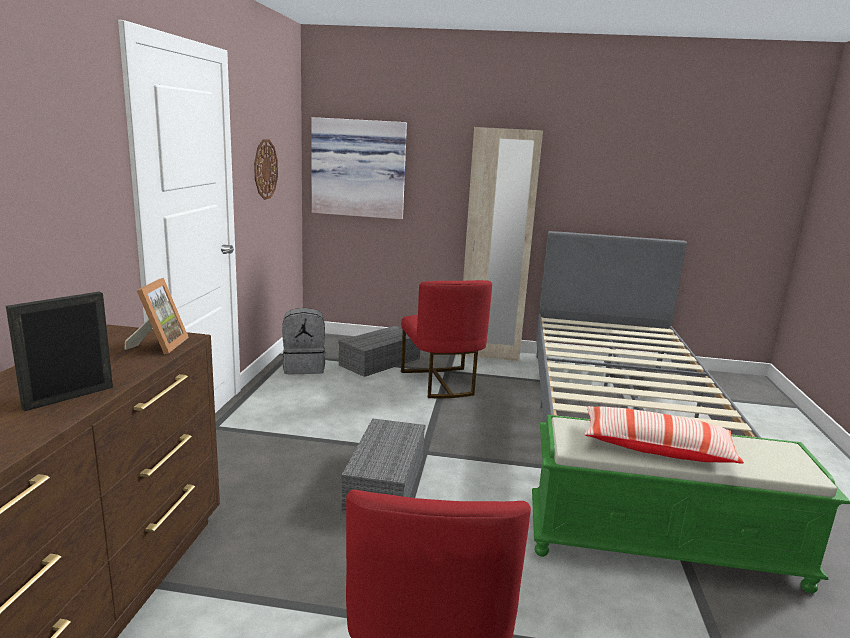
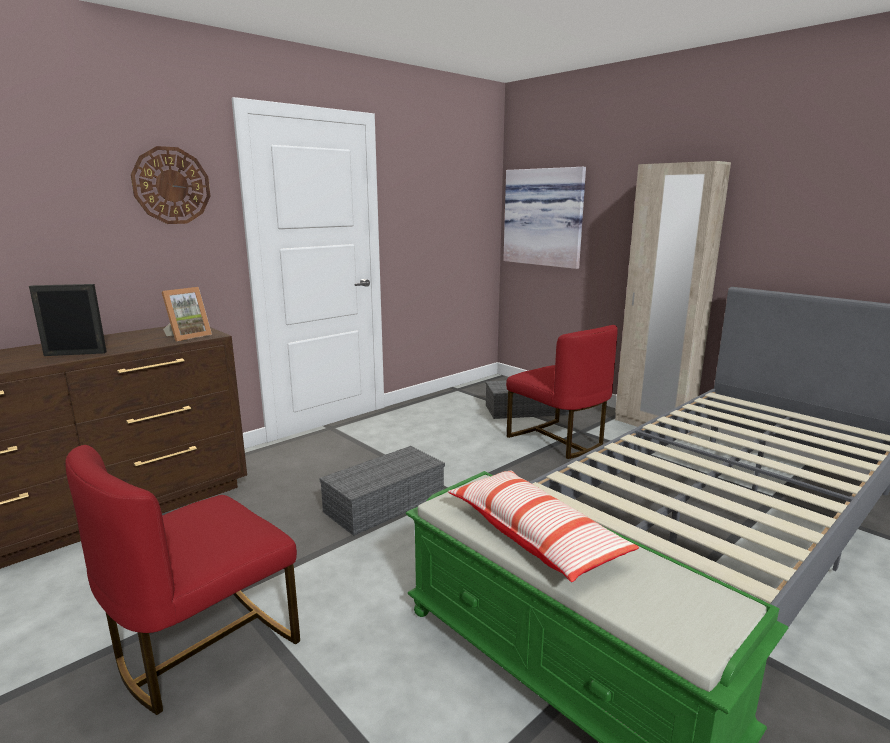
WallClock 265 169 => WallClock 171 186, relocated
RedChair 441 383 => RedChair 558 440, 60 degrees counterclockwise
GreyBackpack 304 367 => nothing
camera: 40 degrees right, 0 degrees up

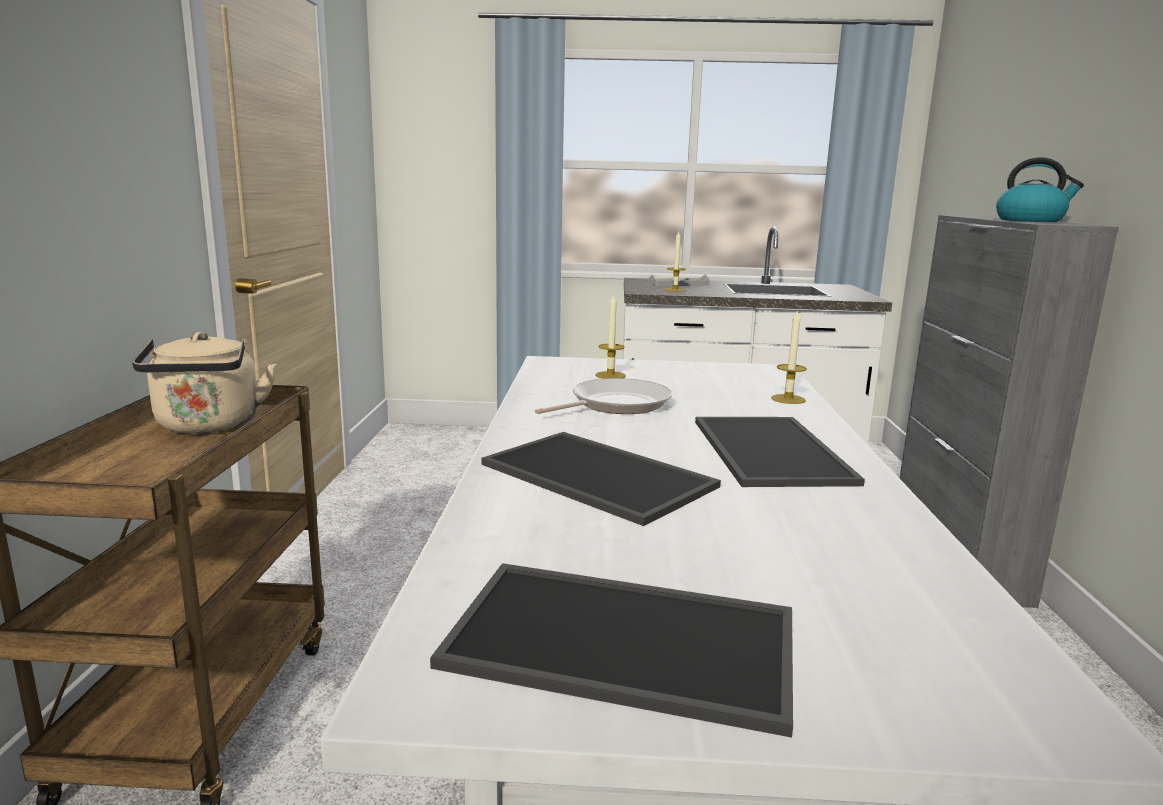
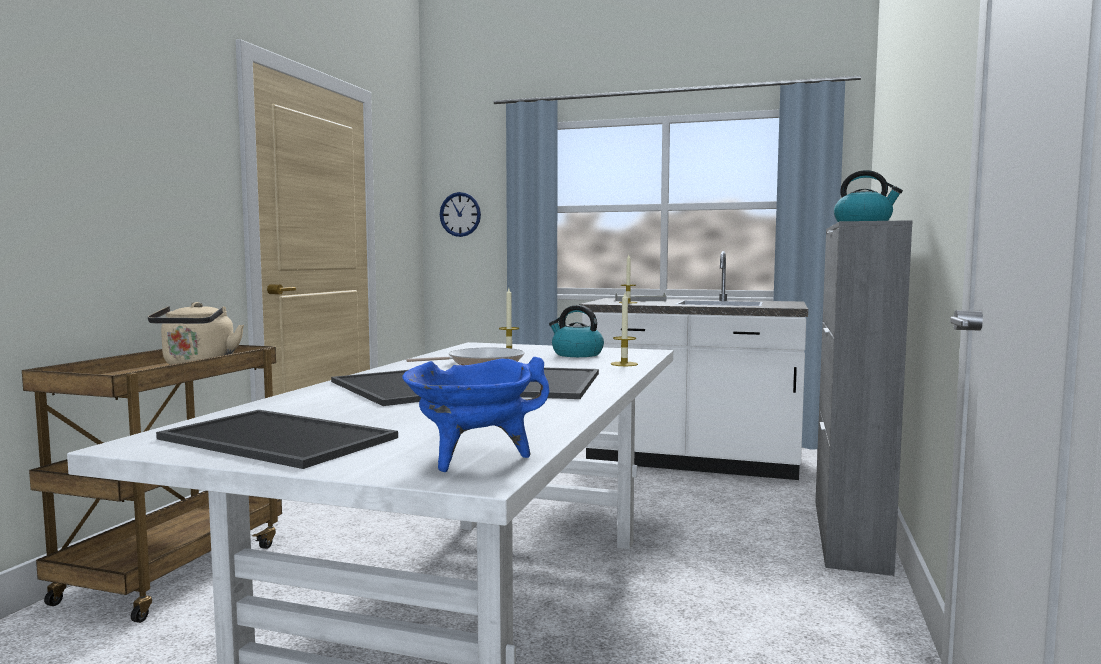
nothing => WallClock 460 214
nothing => Kettle 576 354
nothing => BlueCookingPot 473 459
camera: 15 degrees right, 10 degrees down

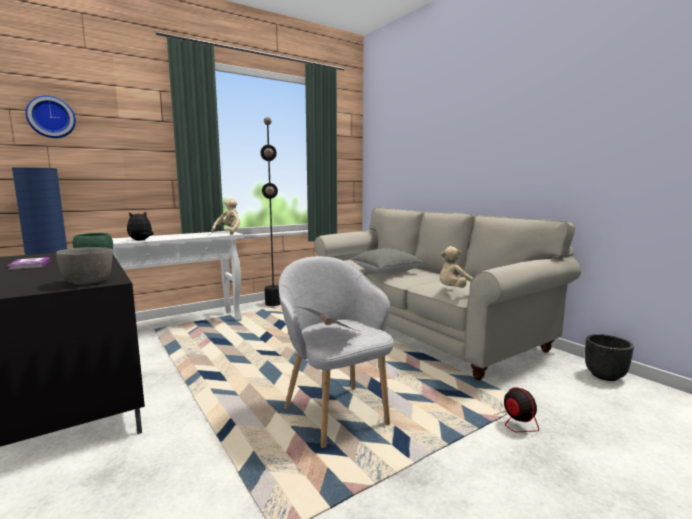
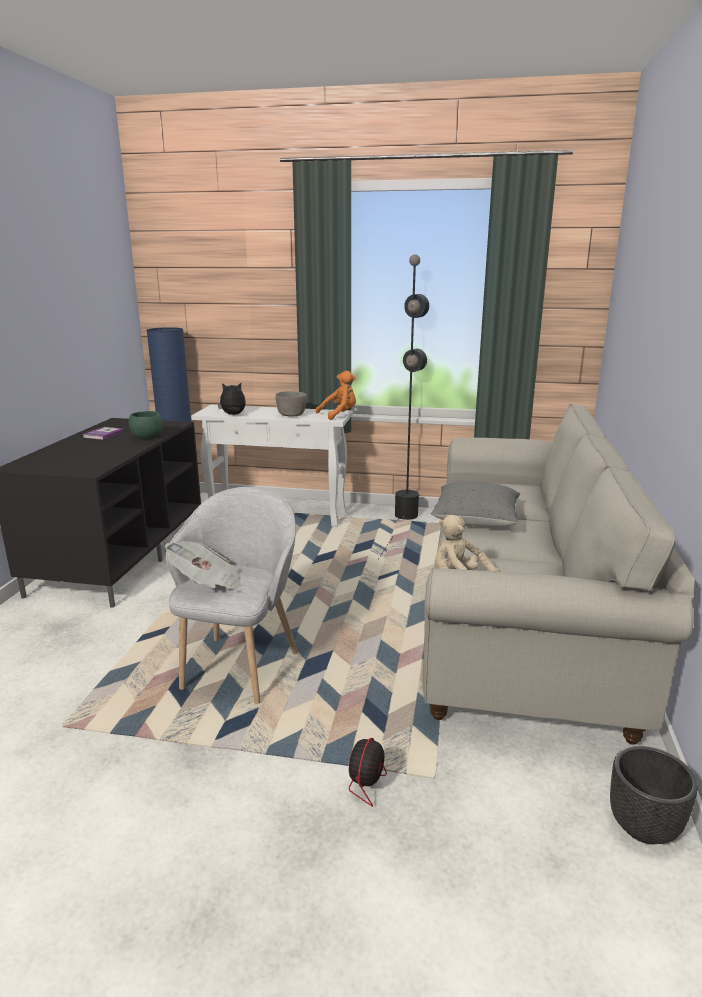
WallClock 51 117 => nothing
BeigePlushToy 229 232 => OrangePlushToy 339 415
GreyBowl 89 282 => GreyBowl 292 415, relocated
camera: 45 degrees right, 10 degrees up

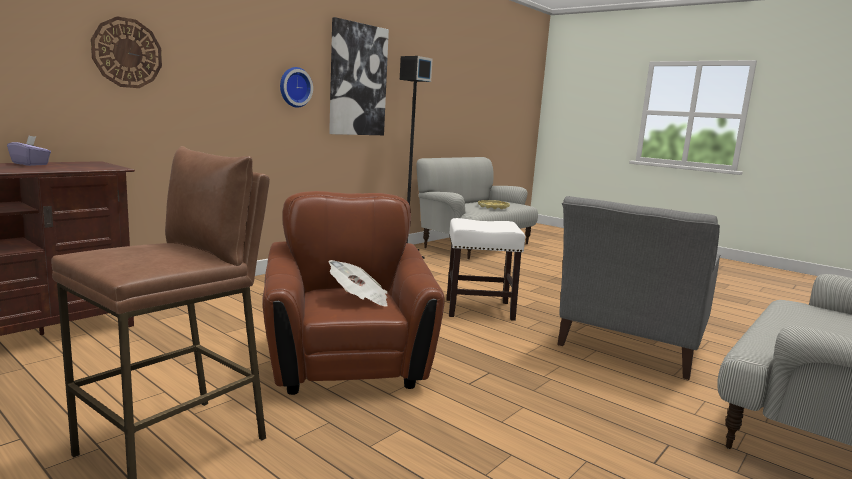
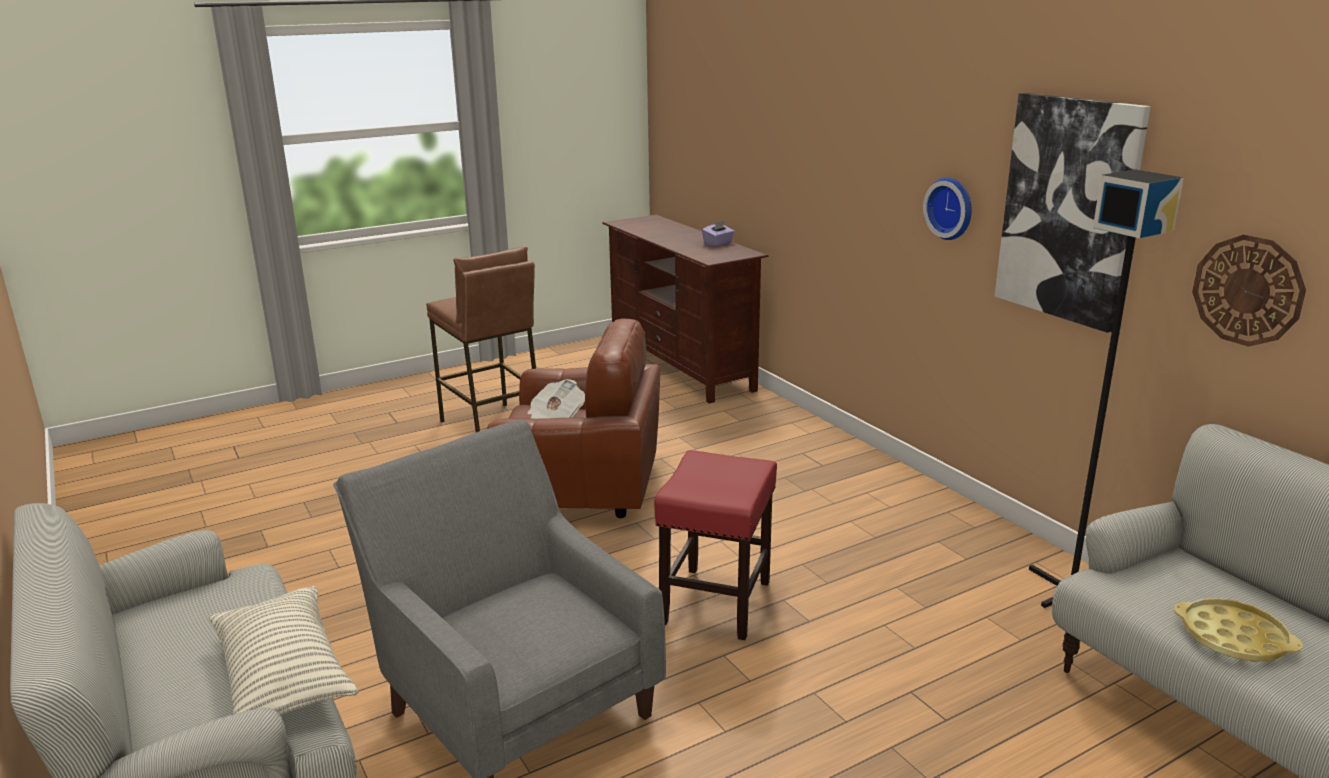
WallClock 127 53 => WallClock 1247 290, relocated
WhiteStool 478 309 => RedStool 716 601
nothing => Pillow 283 676
camera: 110 degrees right, 10 degrees up

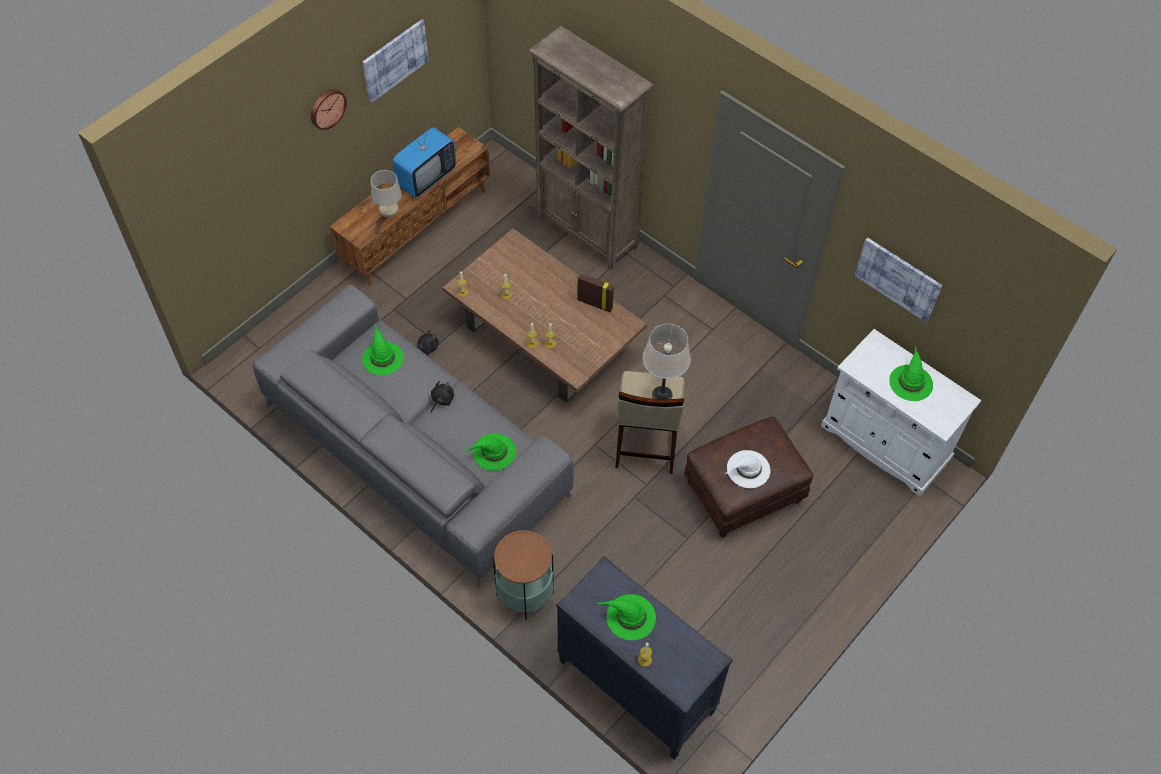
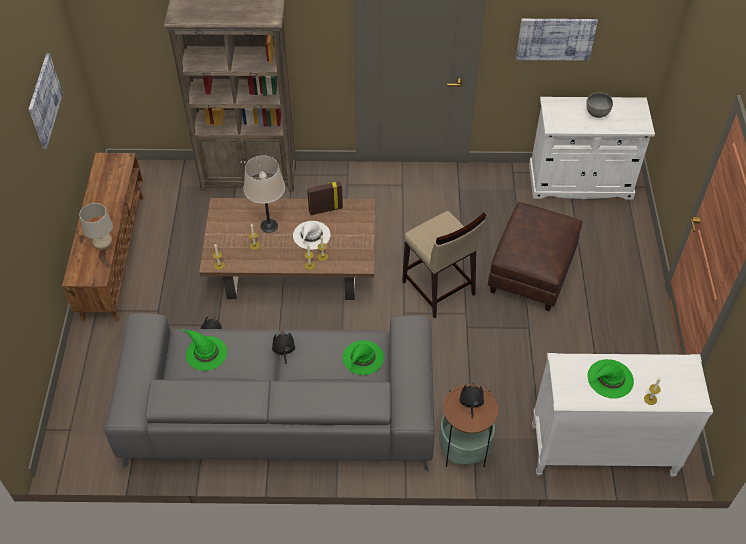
WallClock 327 108 => nothing
Television 426 178 => nothing
BeigeTableLamp 662 394 => BeigeTableLamp 269 225, relocated
GreenHat 910 382 => GreyBowl 597 113
WhiteHat 748 469 => WhiteHat 311 235, relocated
BlackDresser 635 687 => WhiteDresser 601 451
nothing => BlackPlushToy 471 403
camera: 40 degrees left, 5 degrees down

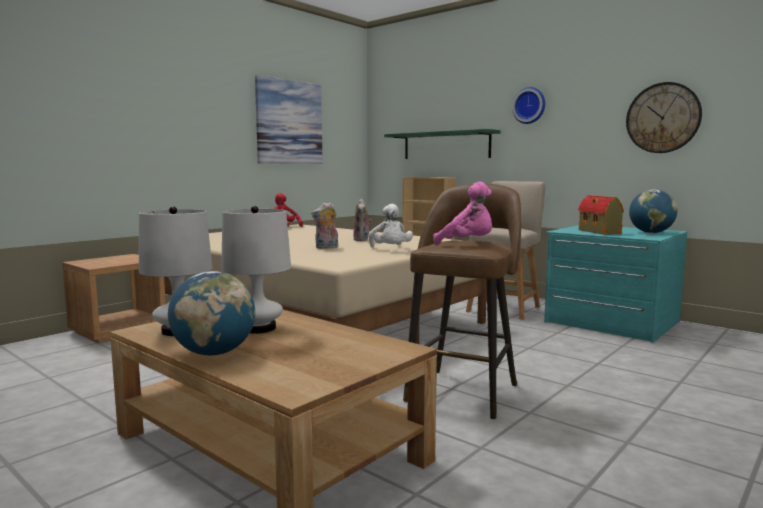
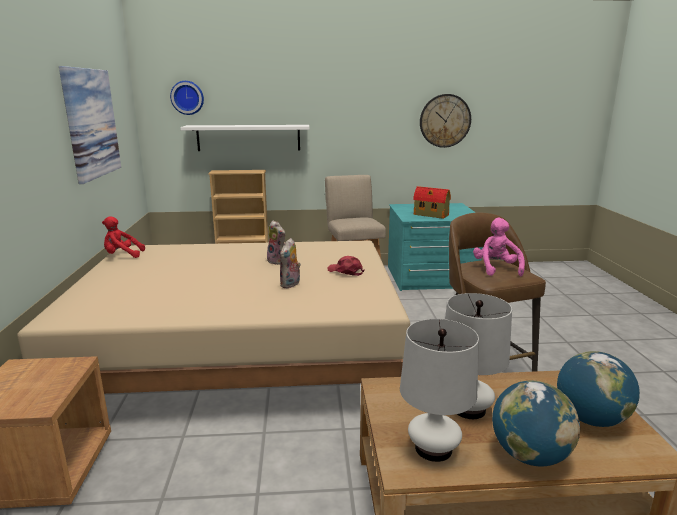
WallClock 530 105 => WallClock 187 97, relocated
GreenShelf 446 145 => WhiteShelf 248 138
PinkPlushToy 467 244 => PinkPlushToy 496 269, 75 degrees counterclockwise
Globe 651 233 => Globe 590 419, relocated
WhitePlushToy 390 249 => RedCap 346 271
camera: 45 degrees left, 10 degrees up

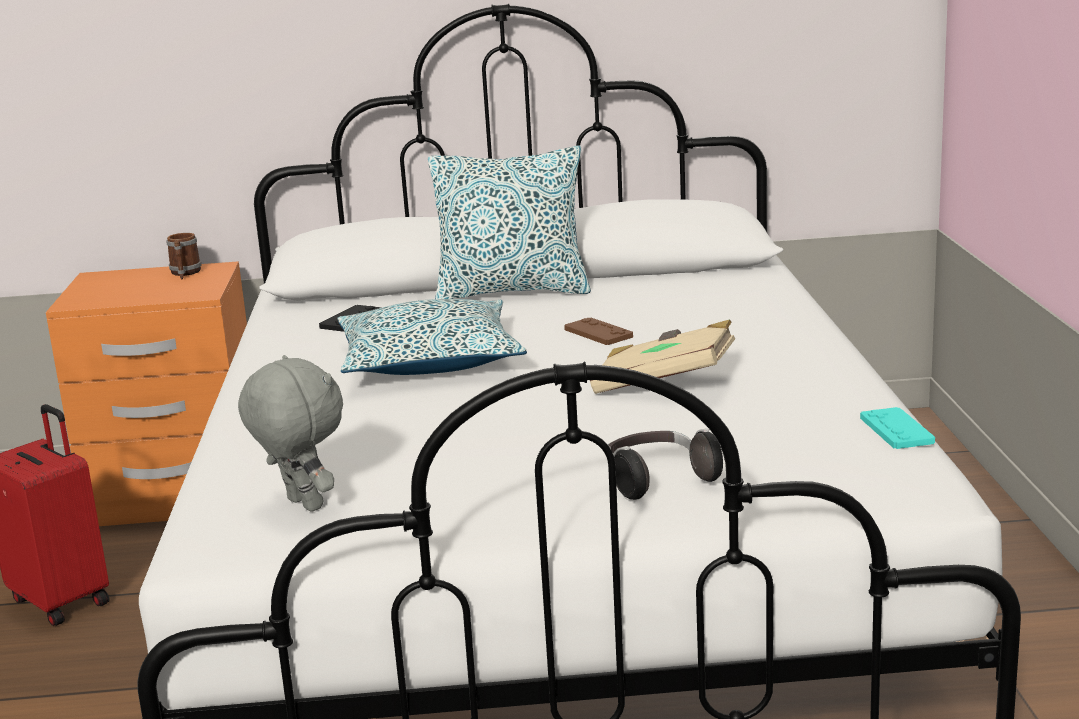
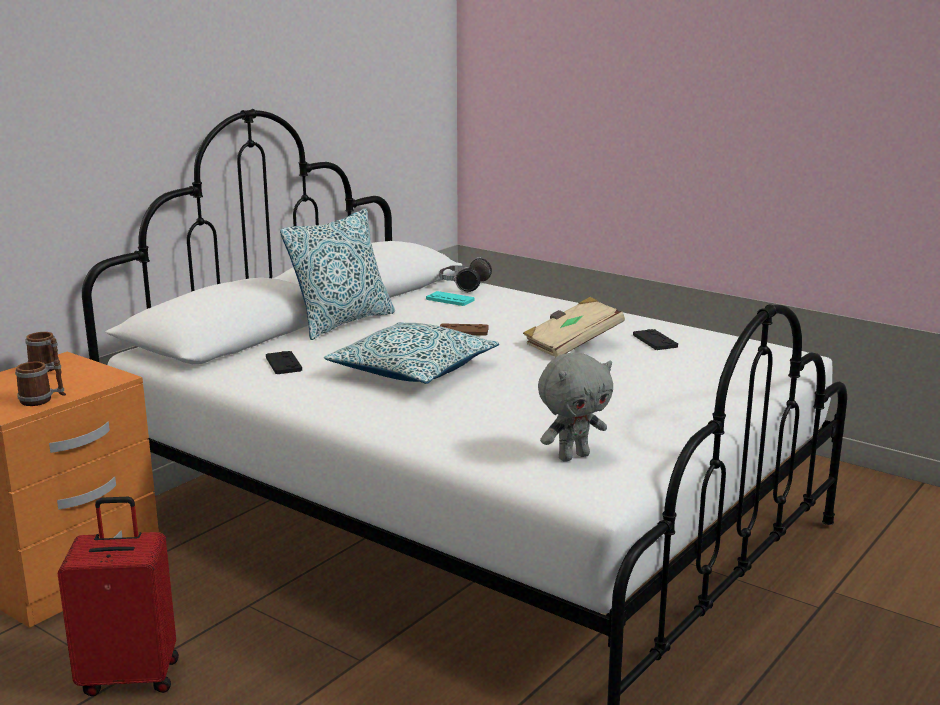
GreyPlushToy 302 505 => GreyPlushToy 573 456, 150 degrees clockwise
TurquoiseGameController 896 430 => TurquoiseGameController 450 300, relocated
Headphones 657 481 => Headphones 463 286, relocated
nothing => BlackGameController 655 341
nothing => Mug 42 399
camera: 50 degrees left, 0 degrees up

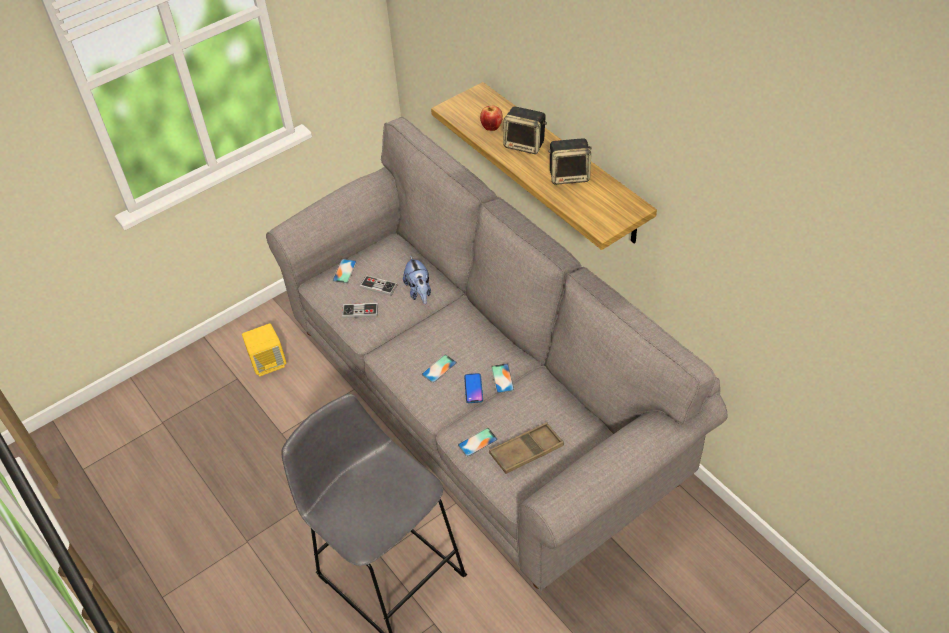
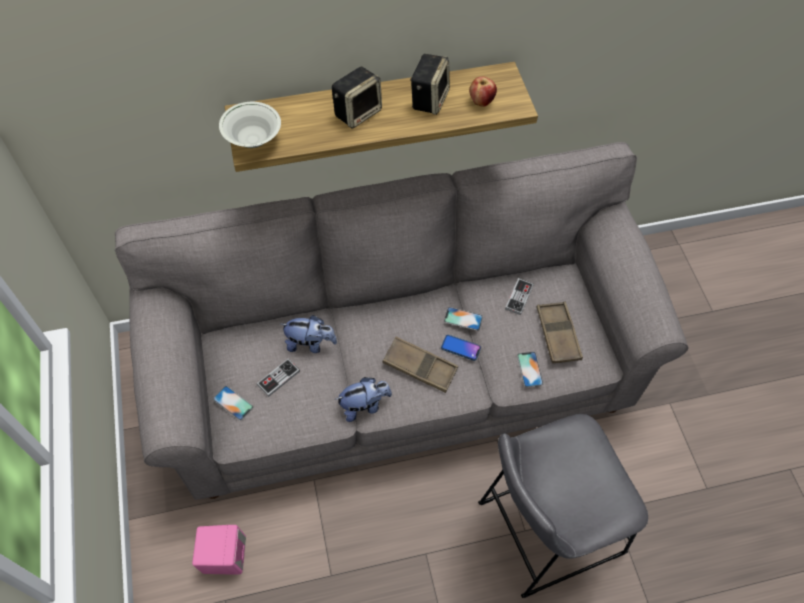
Apple 492 127 => Apple 481 101, relocated
GameController 360 311 => GameController 519 297, relocated
YellowSpeaker 268 363 => PinkSpeaker 224 557
Phone 439 369 => BrownTray 420 367
nothing => WhiteBowl 253 140
nothing => PlushToy 364 405
camera: 70 degrees left, 10 degrees up

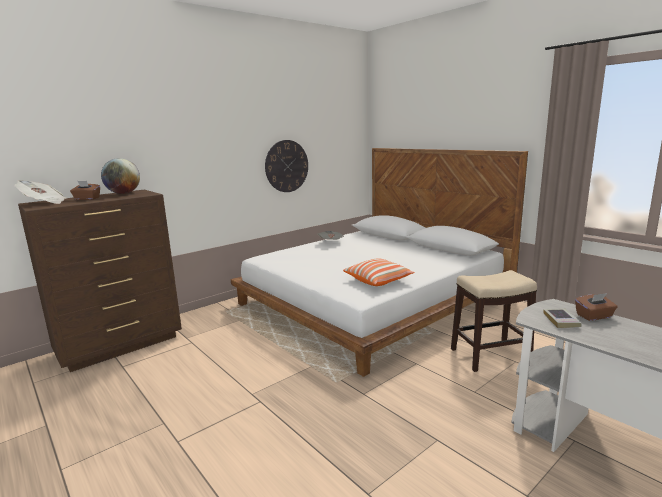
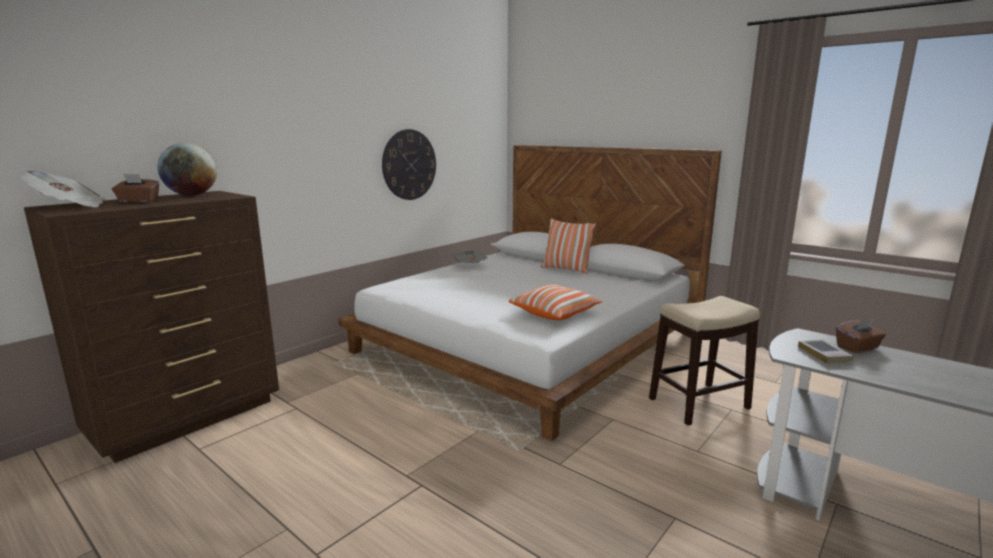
nothing => Pillow 566 269
camera: 10 degrees left, 0 degrees up

